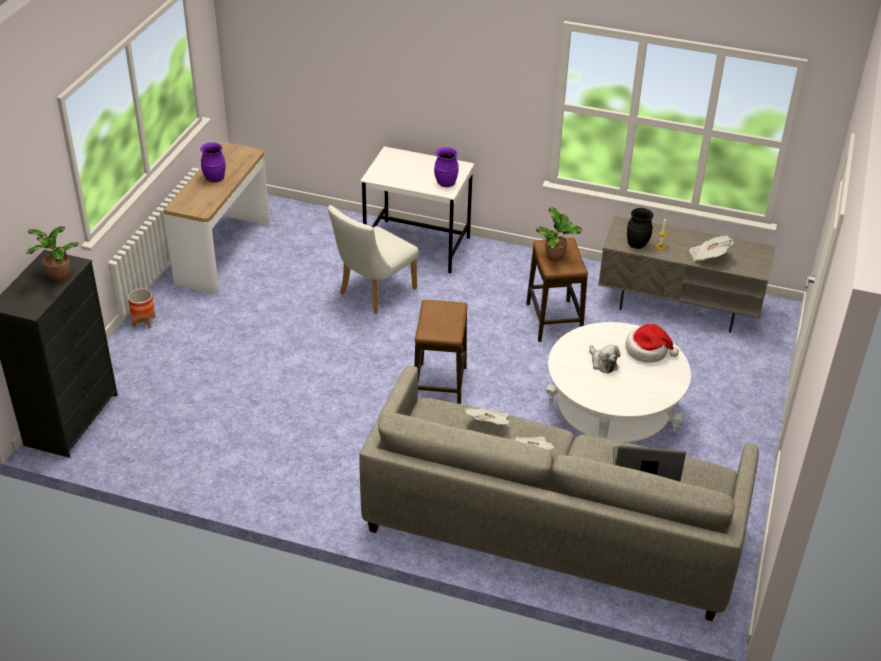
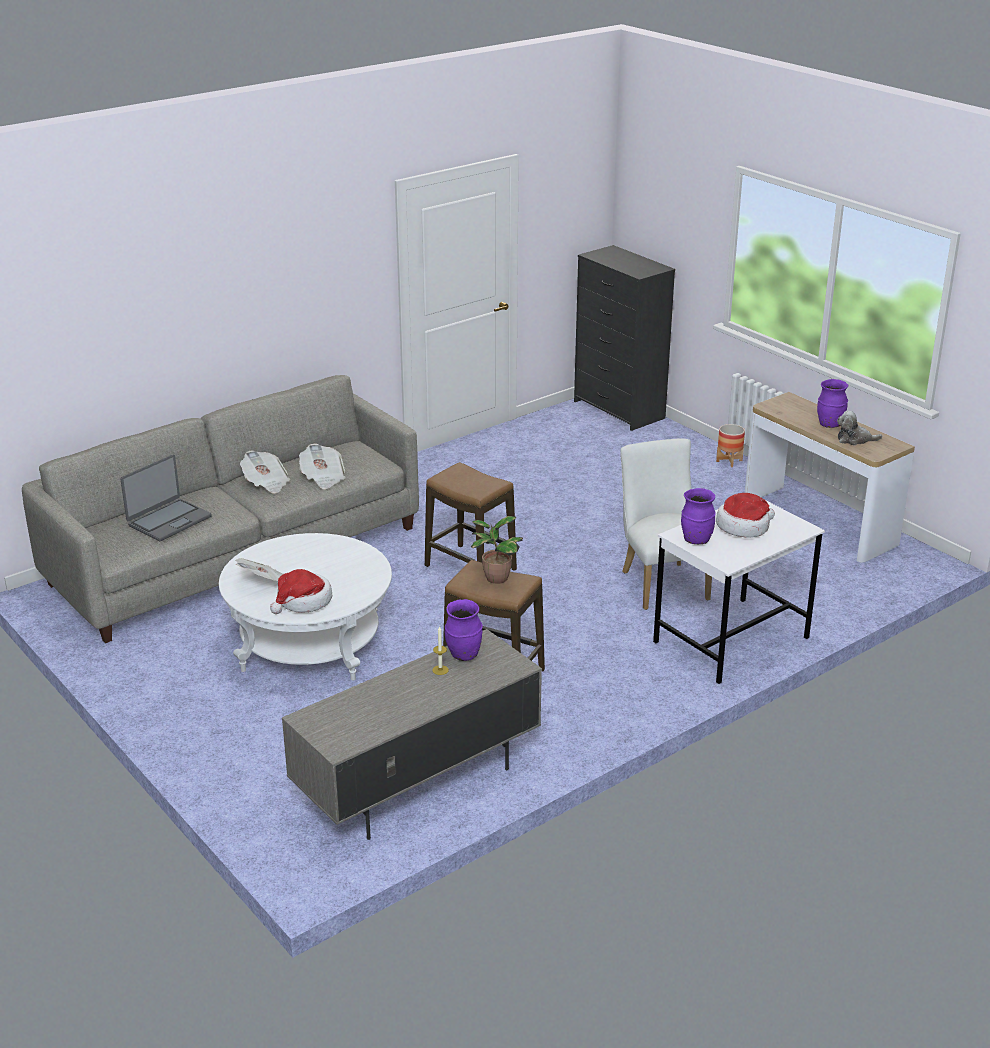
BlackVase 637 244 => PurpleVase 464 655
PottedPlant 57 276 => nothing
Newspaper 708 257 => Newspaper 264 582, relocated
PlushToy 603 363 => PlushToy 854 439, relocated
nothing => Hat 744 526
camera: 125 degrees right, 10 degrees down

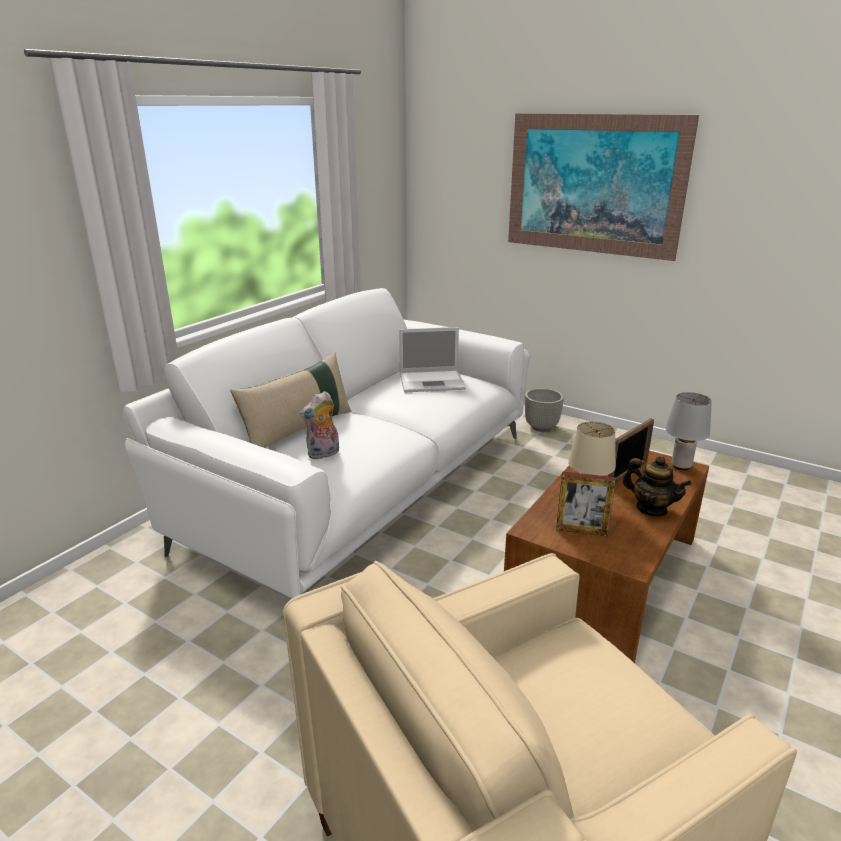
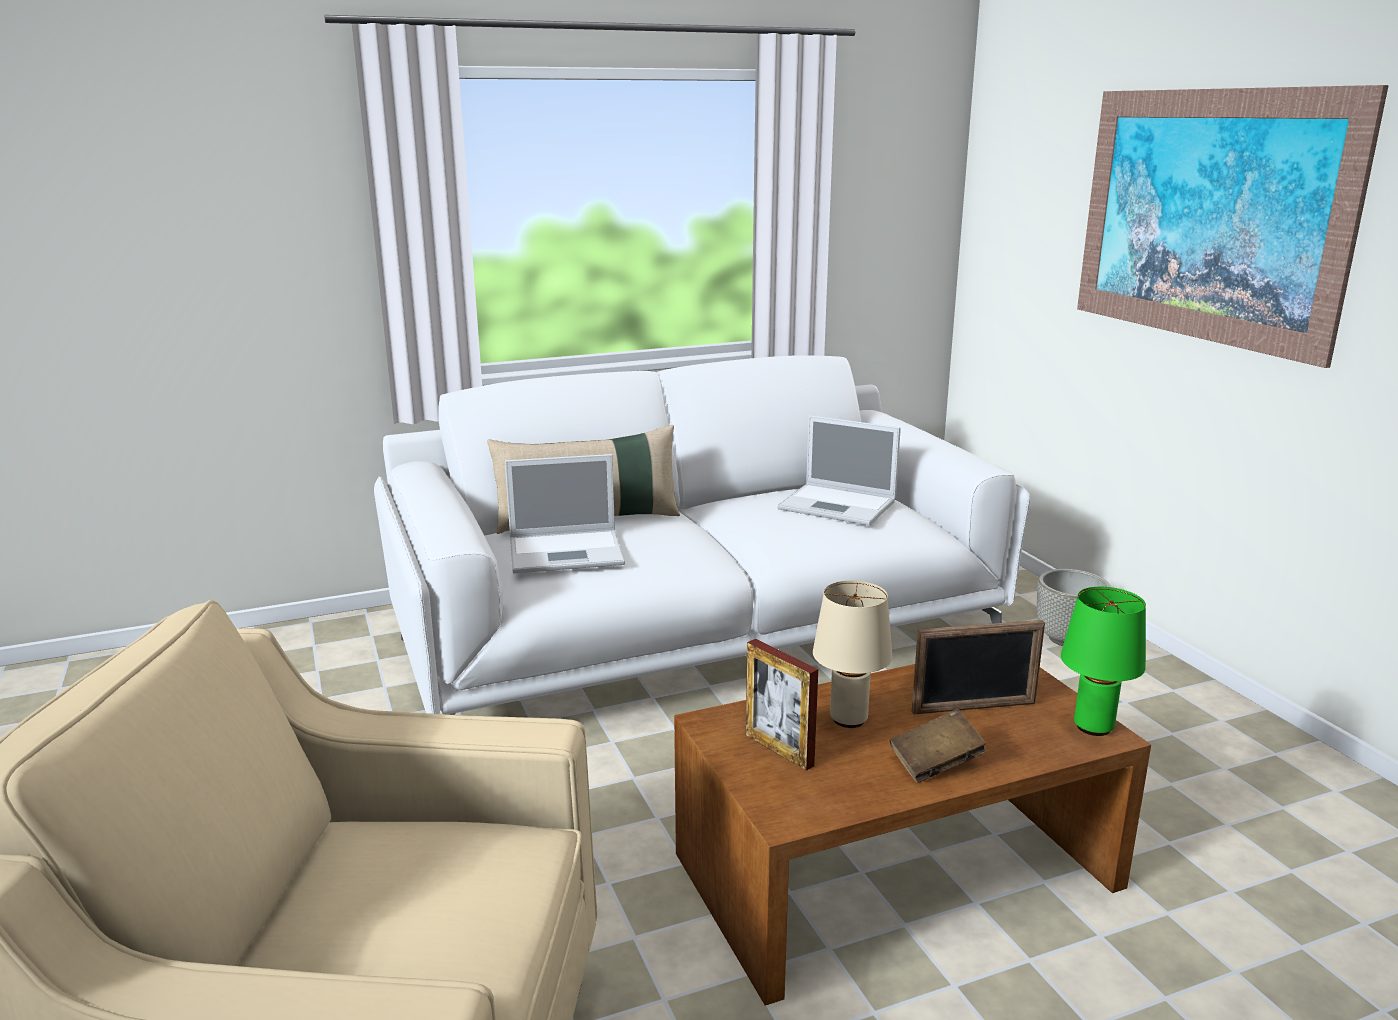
PlushToy 323 454 => Laptop 568 552
GreyTableLamp 680 466 => GreenTableLamp 1092 727
Teapot 651 509 => BrownBook 935 764
camera: 35 degrees right, 5 degrees down

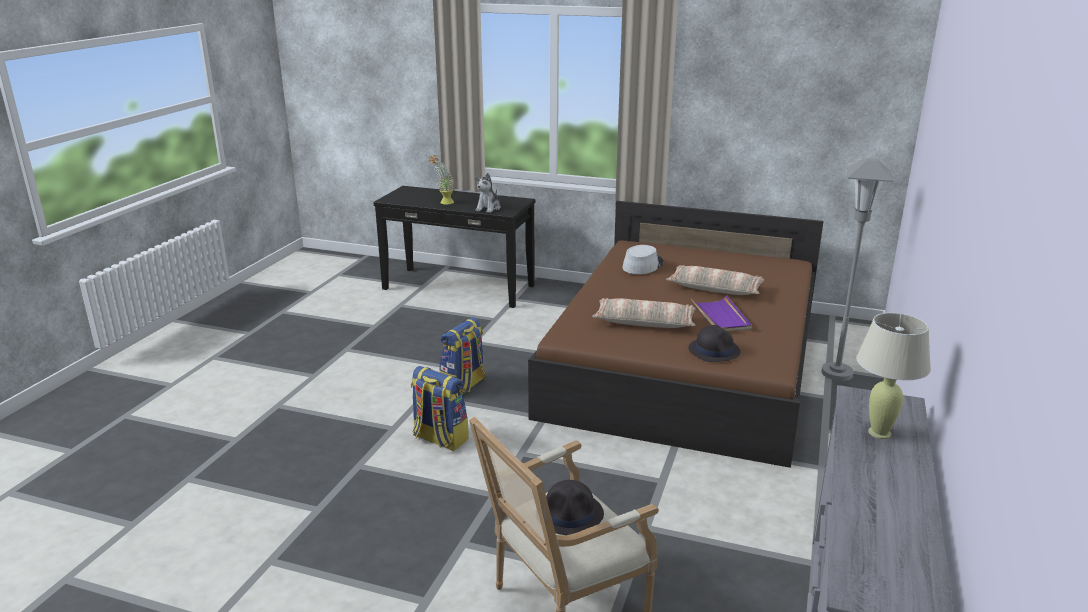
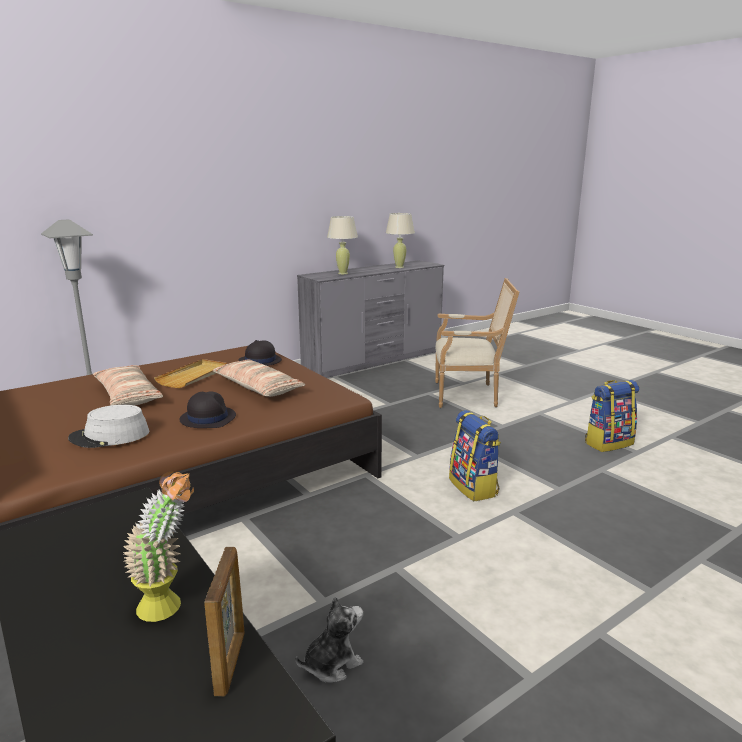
PlushToy 488 208 => PlushToy 332 664, relocated
PurpleTray 721 316 => BeigeTray 194 376
Backpack 464 386 => Backpack 608 443, relocated
BlackHat 570 514 => BlackHat 207 418, relocated
nothing => BeigeTableLamp 399 267
nothing => PictureFrame 230 662
camera: 145 degrees left, 5 degrees down

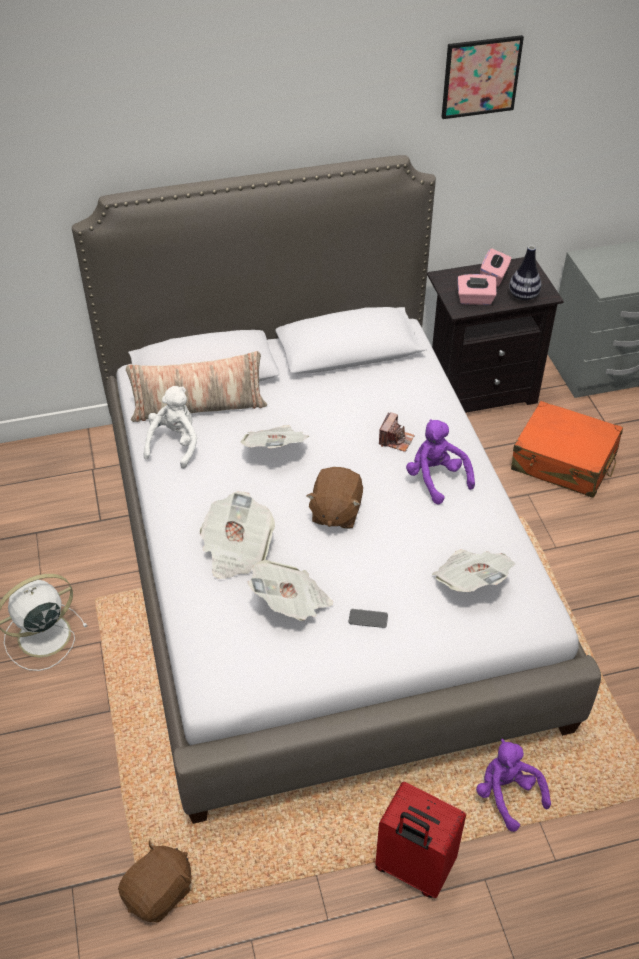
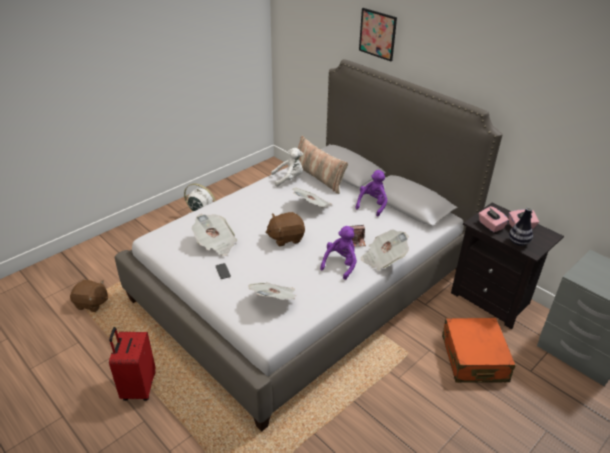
Picture 481 77 => Picture 377 34, relocated
Newspaper 236 550 => Newspaper 383 259, relocated
PurplePlushToy 507 794 => PurplePlushToy 372 205, relocated
camera: 60 degrees right, 10 degrees down

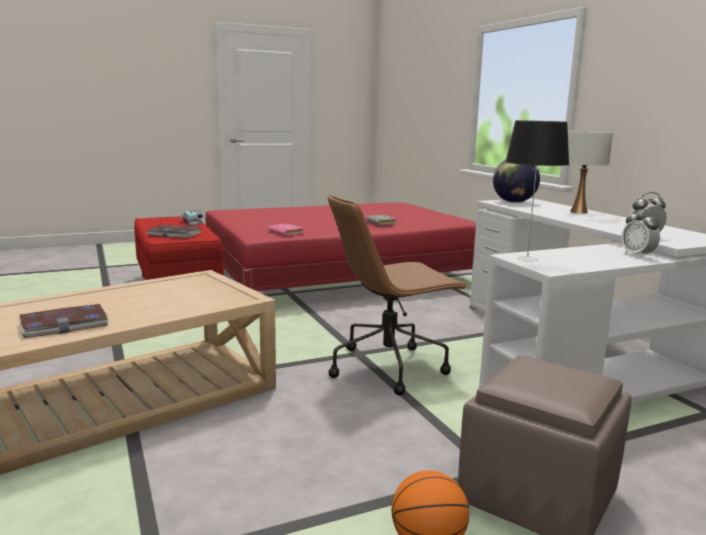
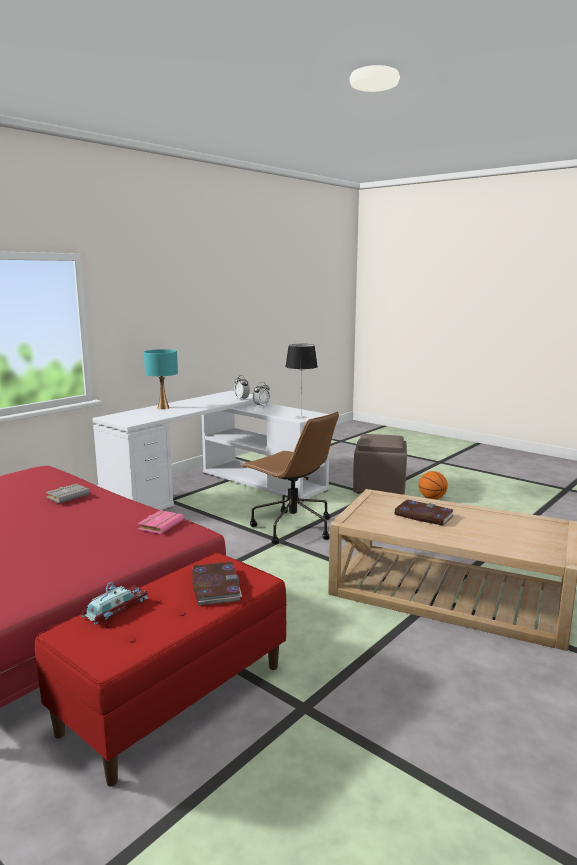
WhiteTableLamp 578 212 => TurquoiseTableLamp 163 408
Globe 513 202 => nothing
Book 64 324 => Book 423 515, relocated
camera: 115 degrees left, 0 degrees up

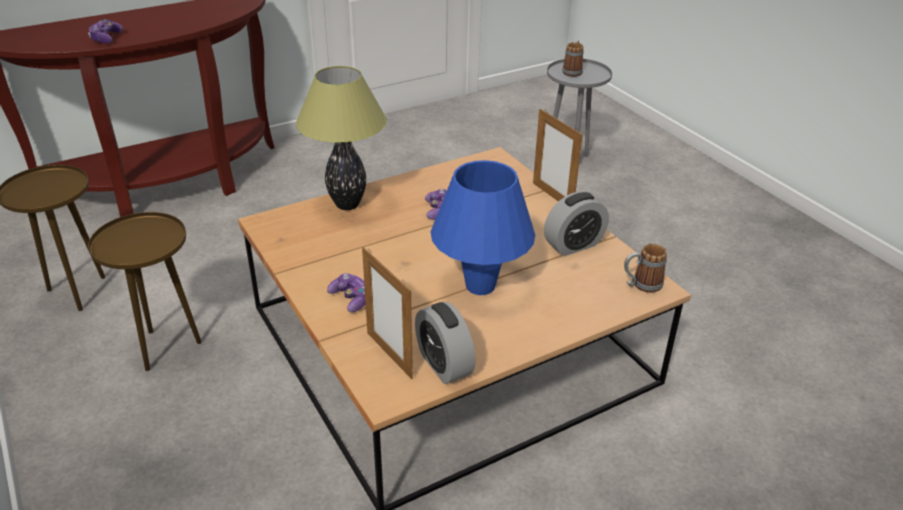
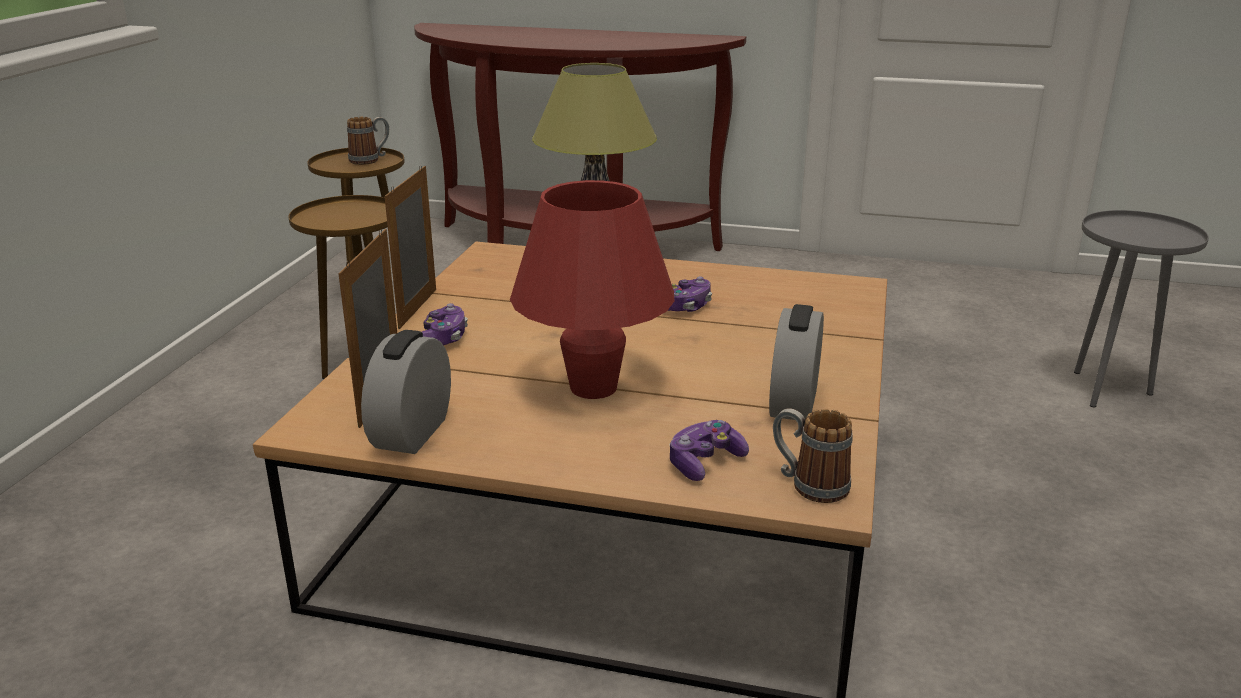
GameController 106 38 => GameController 704 462, relocated
Mug 572 71 => Mug 370 160, relocated
PictureFrame 552 196 => PictureFrame 418 308, relocated
BlueTableLamp 480 286 => RedTableLamp 593 387
AlarmClock 573 245 => AlarmClock 793 403, 90 degrees clockwise
camera: 45 degrees right, 10 degrees down

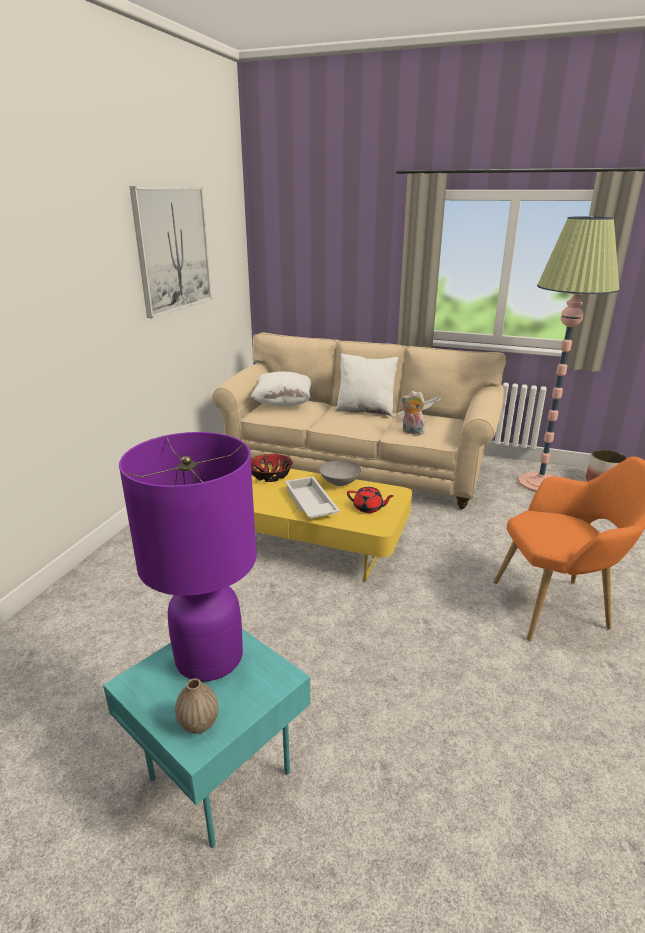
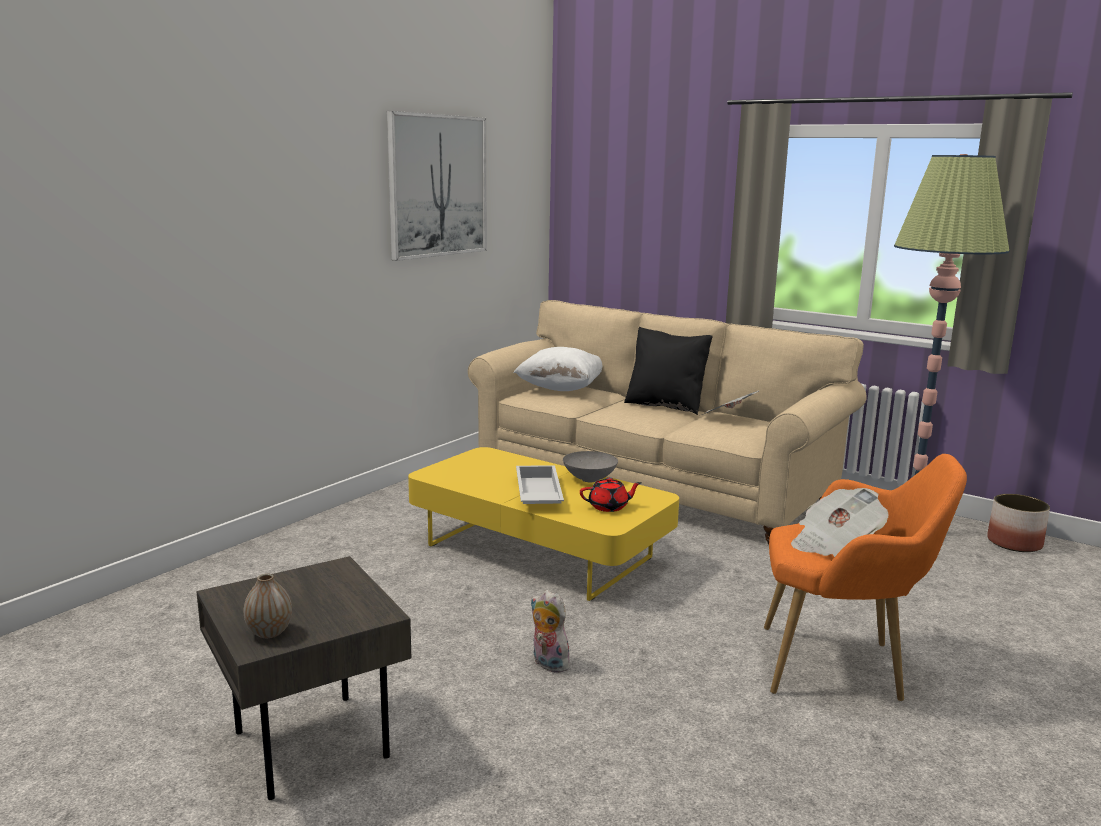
WhitePillow 365 410 => BlackPillow 666 406
PlushToy 411 432 => PlushToy 547 664, relocated
PurpleTableLamp 208 657 => nothing
Bowl 270 476 => nothing
RedTeapot 368 508 => RedTeapot 609 507, 45 degrees counterclockwise
TurquoiseSideTable 215 775 => GreySideTable 306 743
nothing => Newspaper 834 544
camera: 15 degrees right, 10 degrees down

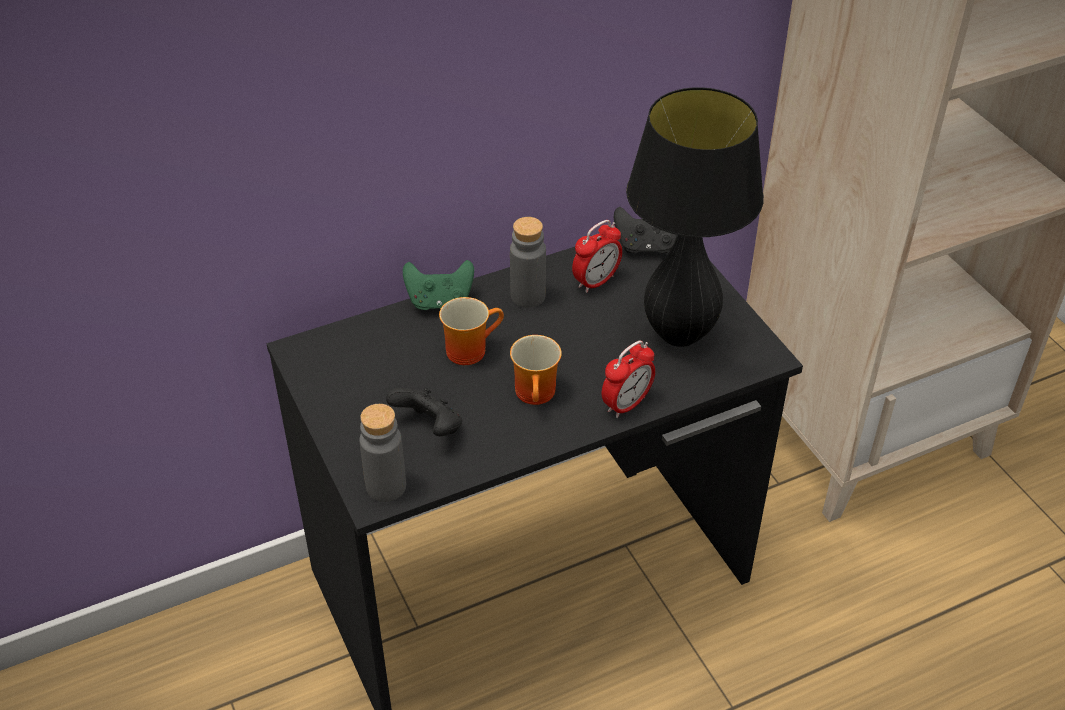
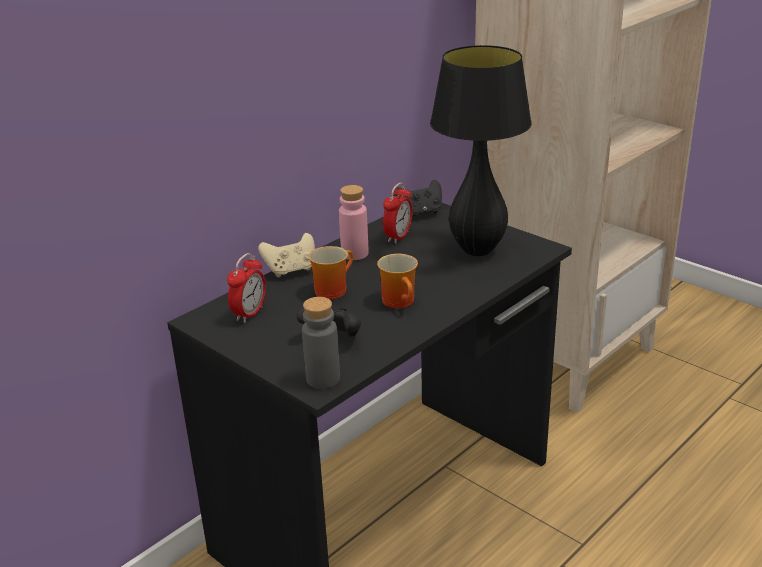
GreyBottle 528 296 => PinkBottle 354 254
GreenGameController 439 301 => BeigeGameController 291 270
AlarmClock 626 404 => AlarmClock 249 313, relocated
camera: 20 degrees left, 15 degrees down

